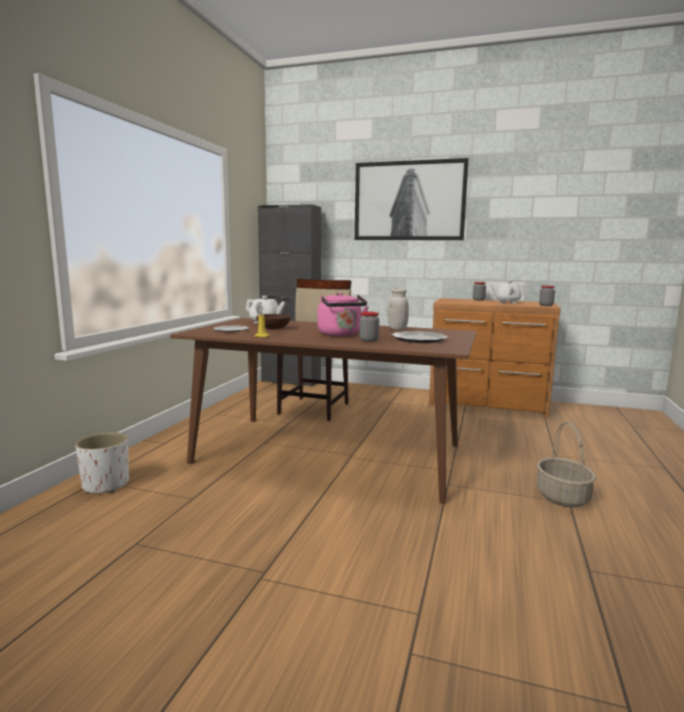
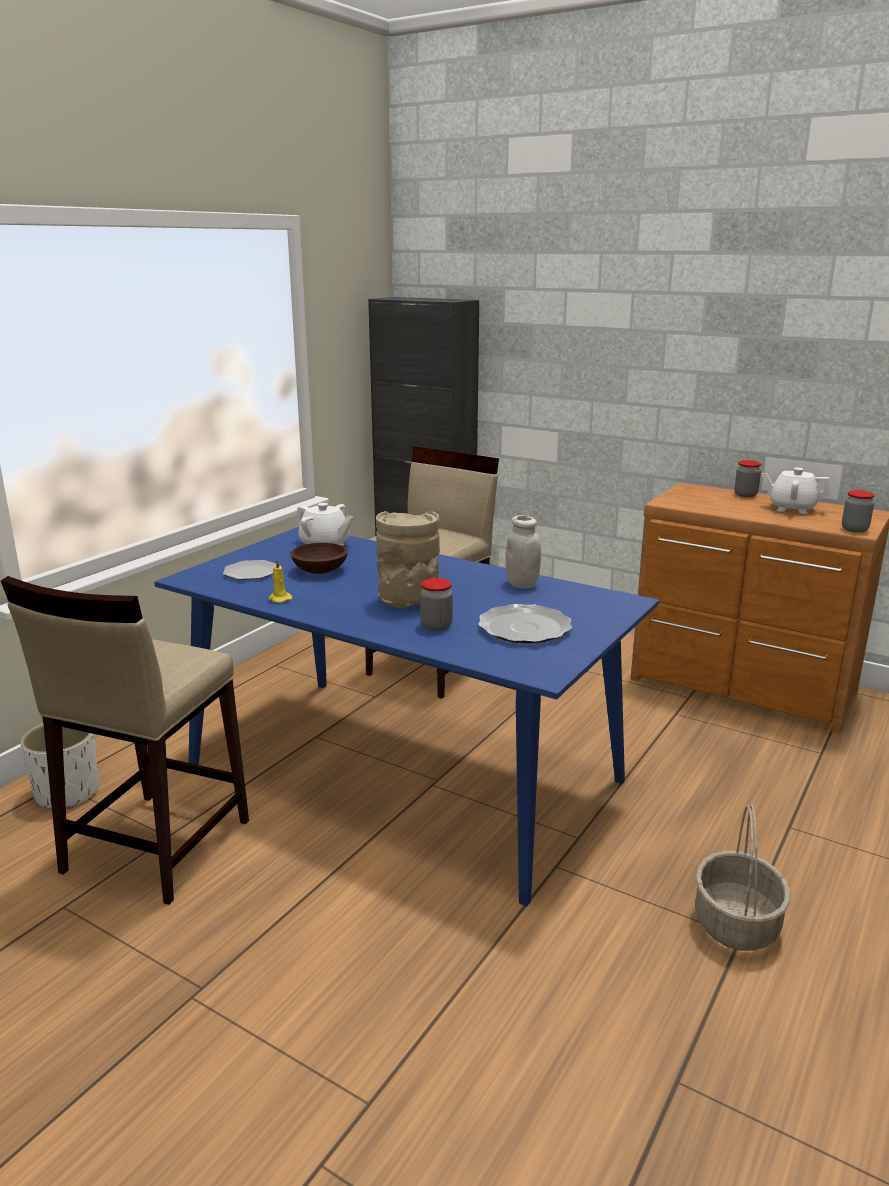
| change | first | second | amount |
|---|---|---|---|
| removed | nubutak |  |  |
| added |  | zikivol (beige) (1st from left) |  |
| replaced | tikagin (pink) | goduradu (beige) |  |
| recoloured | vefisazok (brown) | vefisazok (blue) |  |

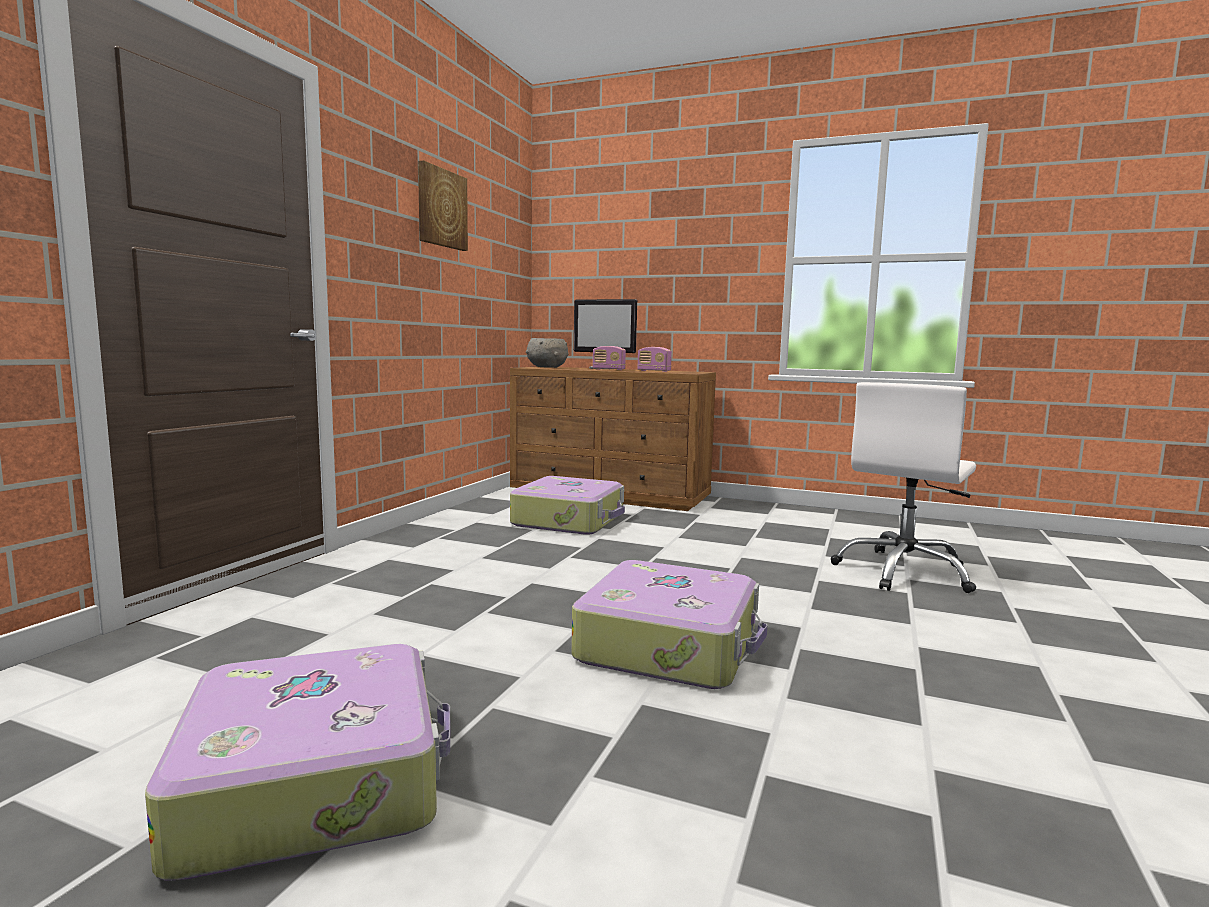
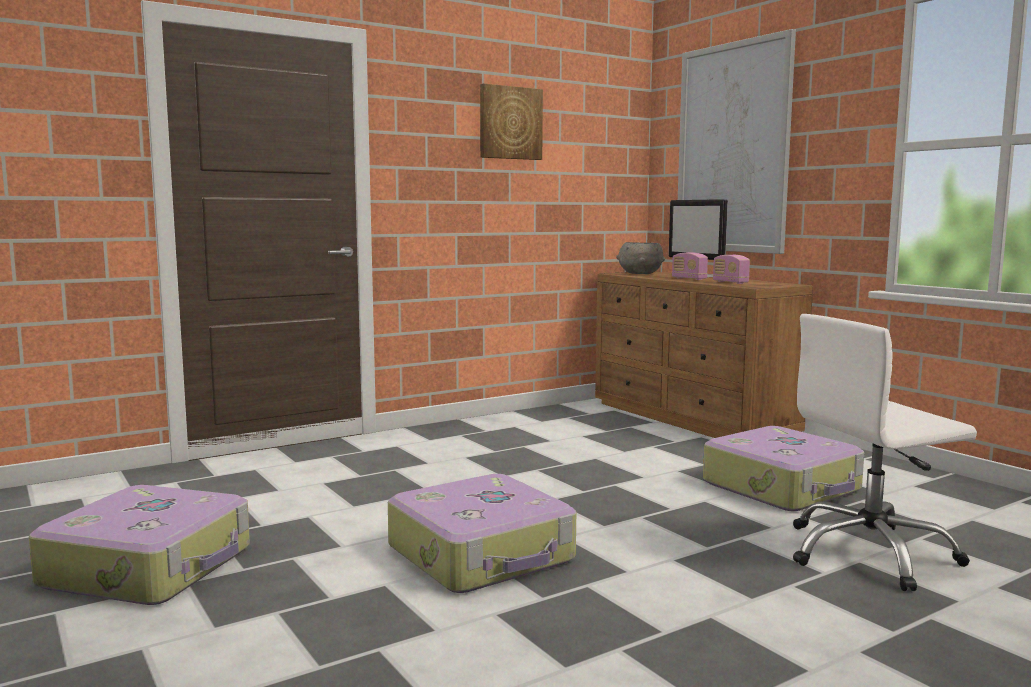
| change | first | second | amount |
|---|---|---|---|
| added |  | nubutak (2nd from left) |  |
| moved | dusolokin (2nd from left in the first image) | dusolokin (3rd from left) |  |

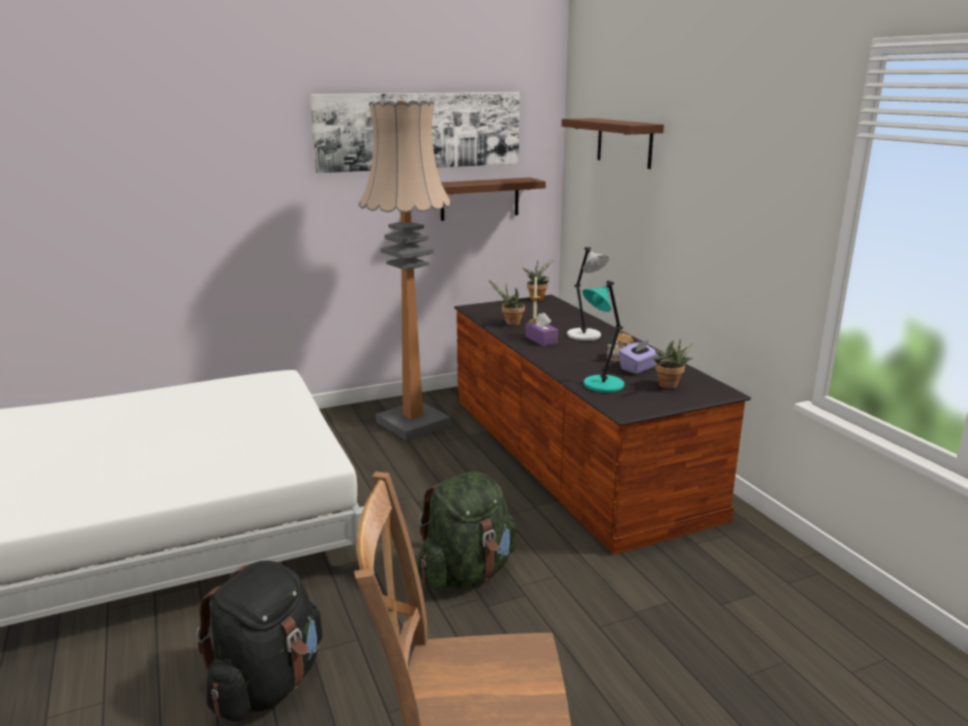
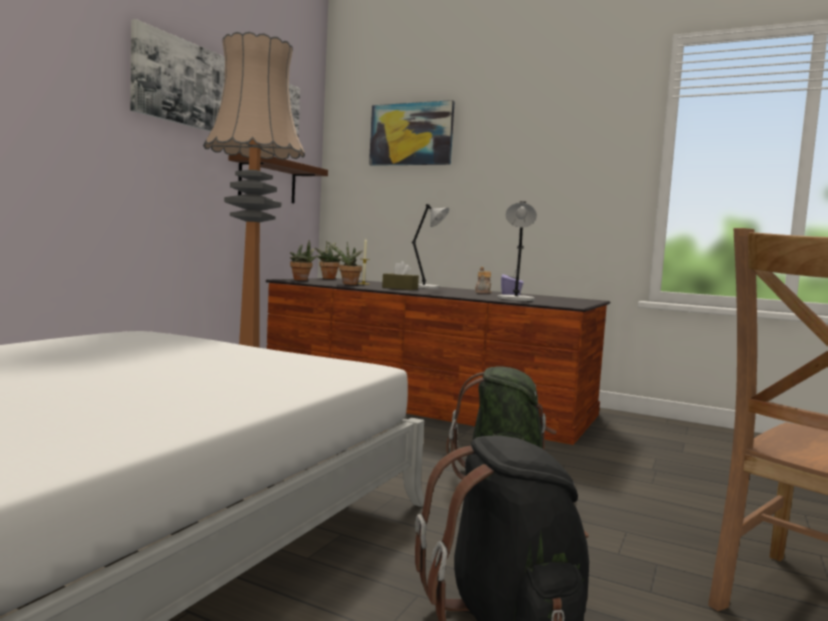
| change | first | second | amount |
|---|---|---|---|
| moved | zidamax (3rd from left in the first image) | zidamax (1st from left) |  |
| replaced | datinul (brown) (2nd from left) | nubutak (2nd from left) |  |
| recoloured | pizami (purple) (1st from left) | pizami (brown) |  |
| recoloured | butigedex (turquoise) | butigedex (grey) (2nd from left) |  |

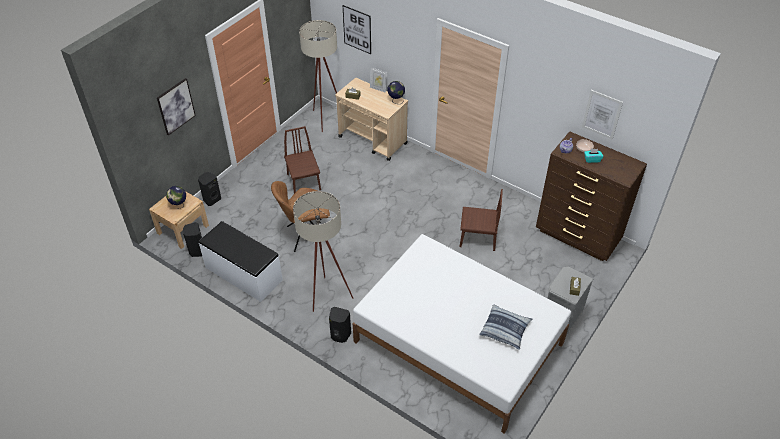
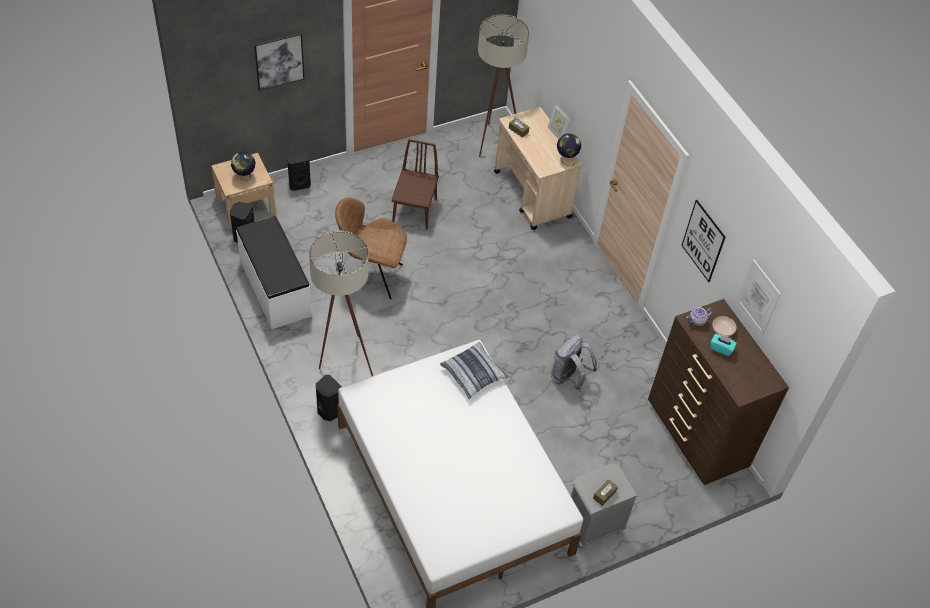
| change | first | second | amount |
|---|---|---|---|
| moved | nubutak (2nd from left) |  |  |
| moved | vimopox |  |  |
| replaced | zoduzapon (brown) (3rd from left) | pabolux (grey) |  |

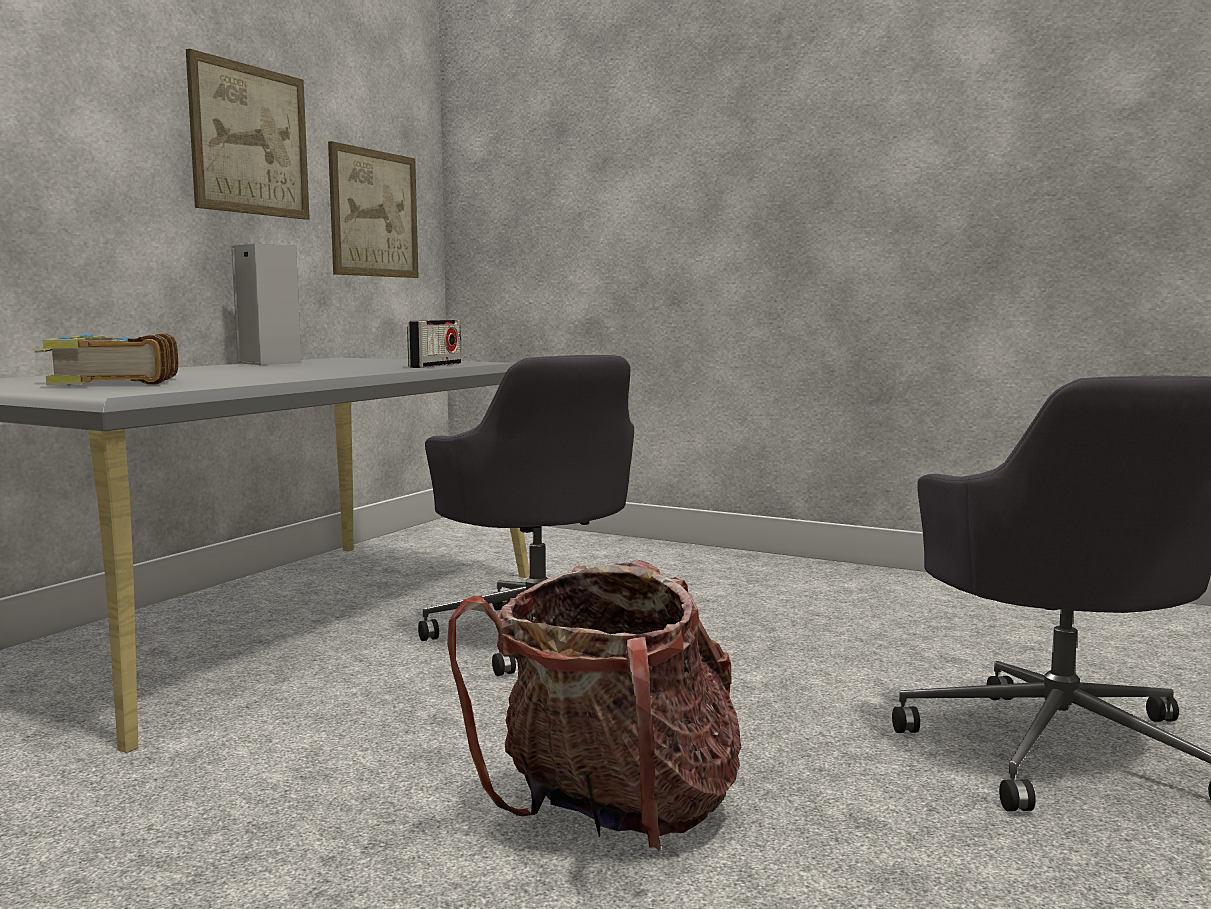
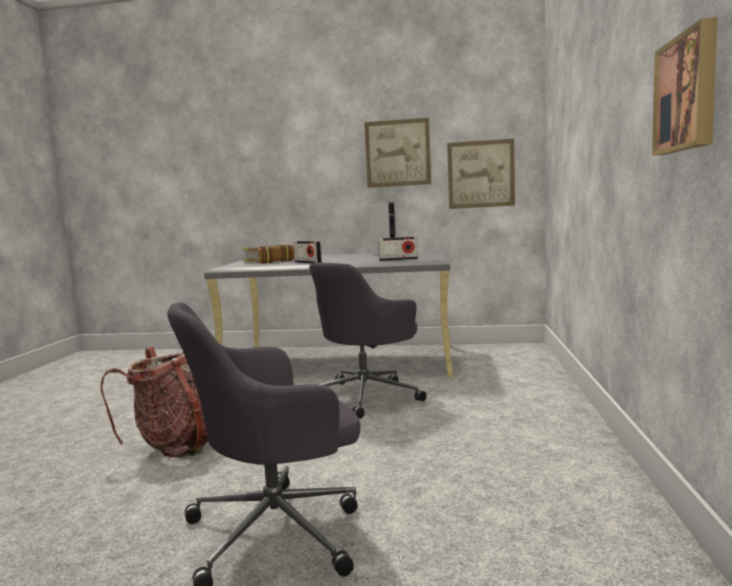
| change | first | second | amount |
|---|---|---|---|
| added |  | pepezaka (1st from left) |  |
| added |  | nubutak (3rd from left) |  |

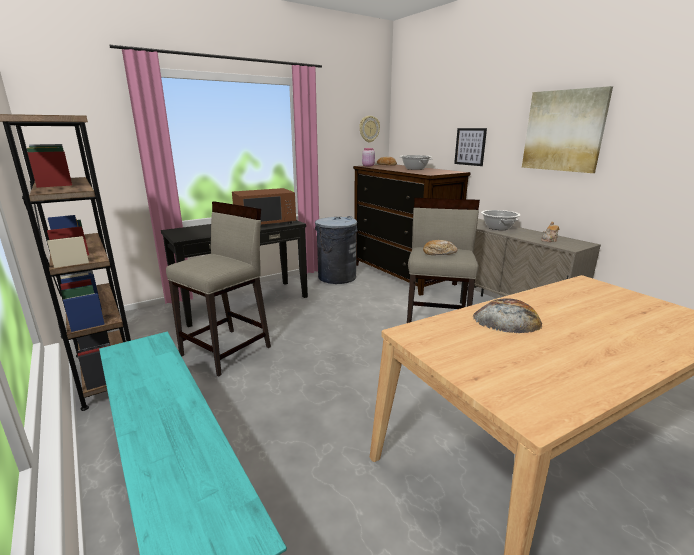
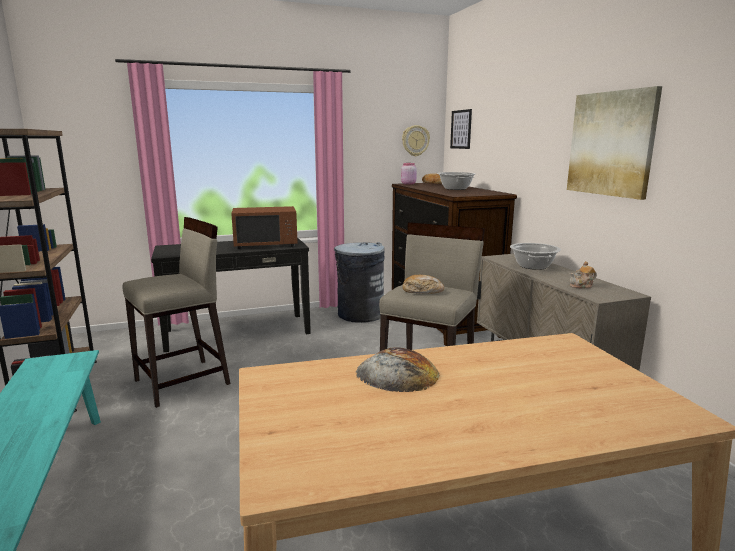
| change | first | second | amount |
|---|---|---|---|
| moved | nubutak (1st from left) |  |  |

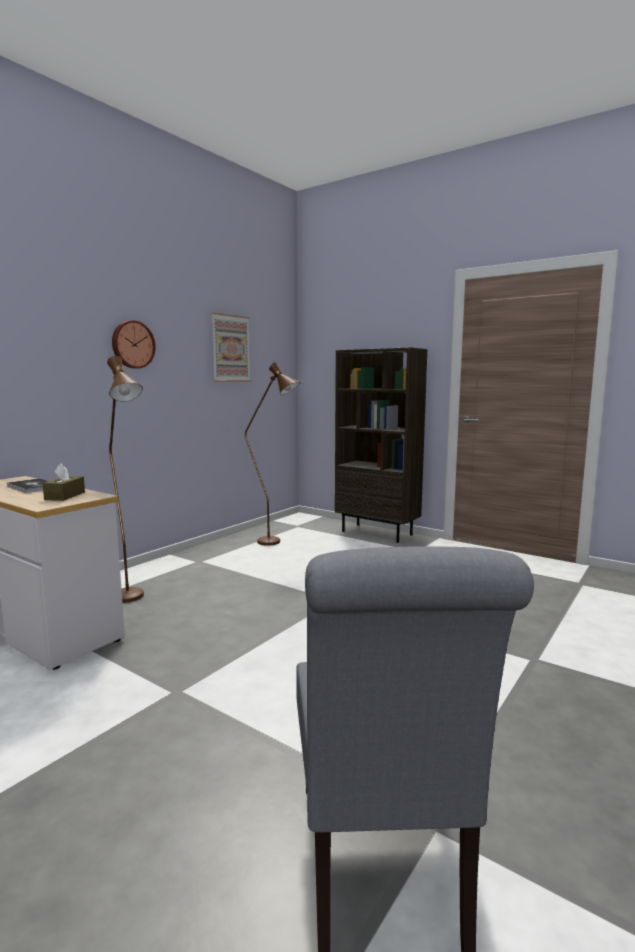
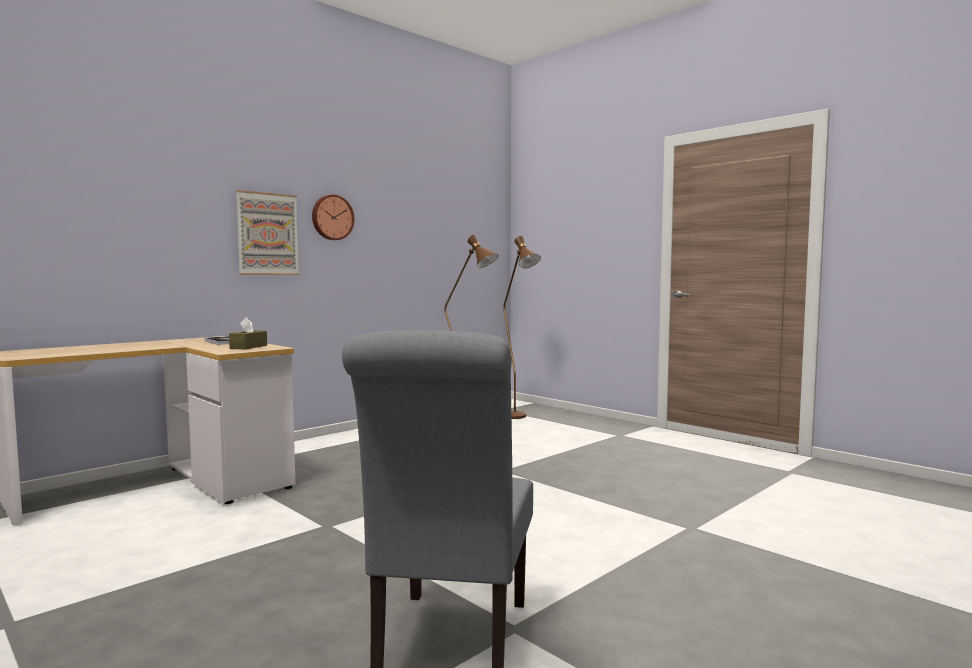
| change | first | second | amount |
|---|---|---|---|
| removed | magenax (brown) |  |  |
| moved | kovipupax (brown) (1st from left in the first image) | kovipupax (brown) (2nd from left) |  |
| moved | nubutak |  |  |

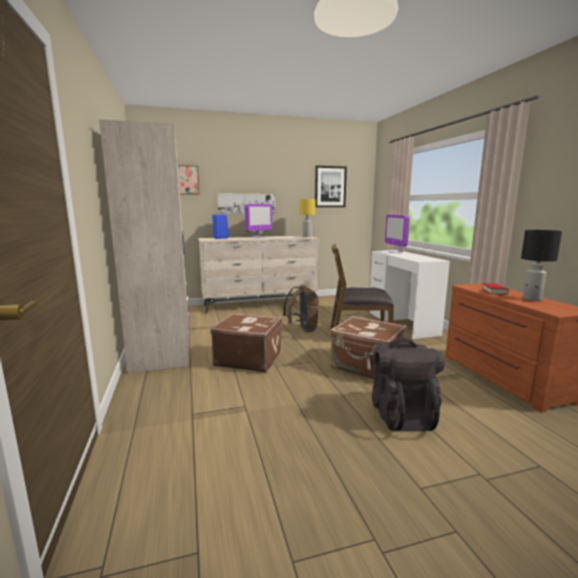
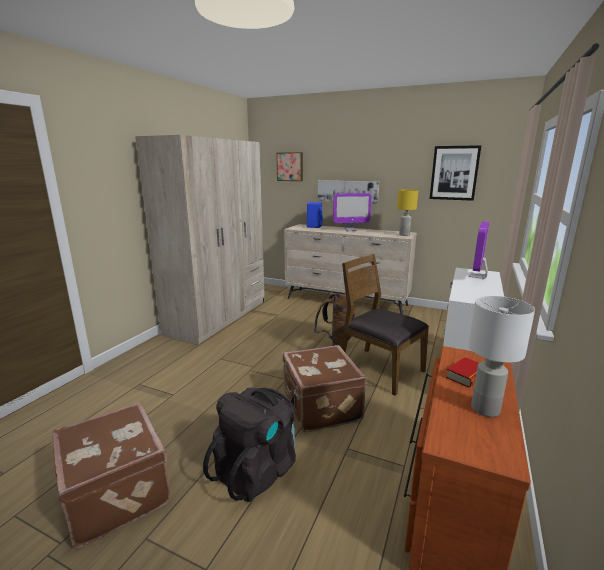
| change | first | second | amount |
|---|---|---|---|
| moved | dusolokin (brown) (1st from left) |  |  |
| recoloured | butigedex (black) | butigedex (white) |  |

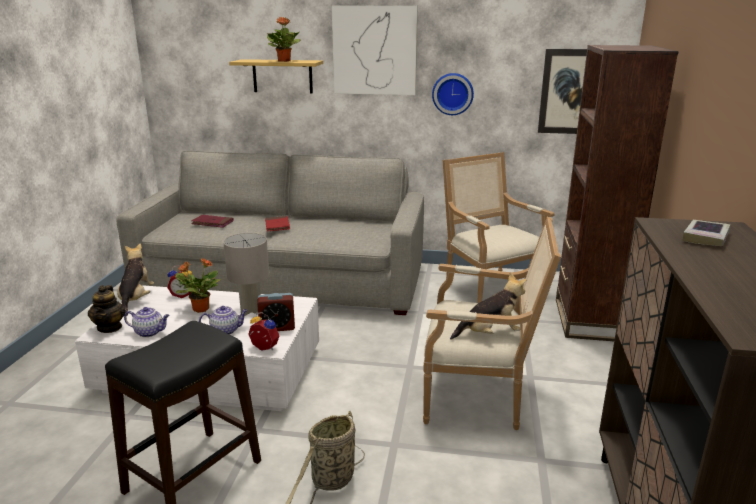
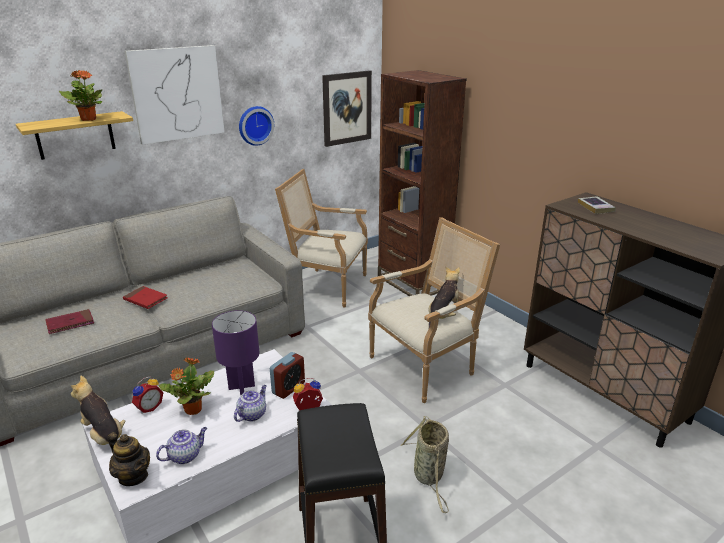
| change | first | second | amount |
|---|---|---|---|
| recoloured | butigedex (grey) | butigedex (purple) |  |

